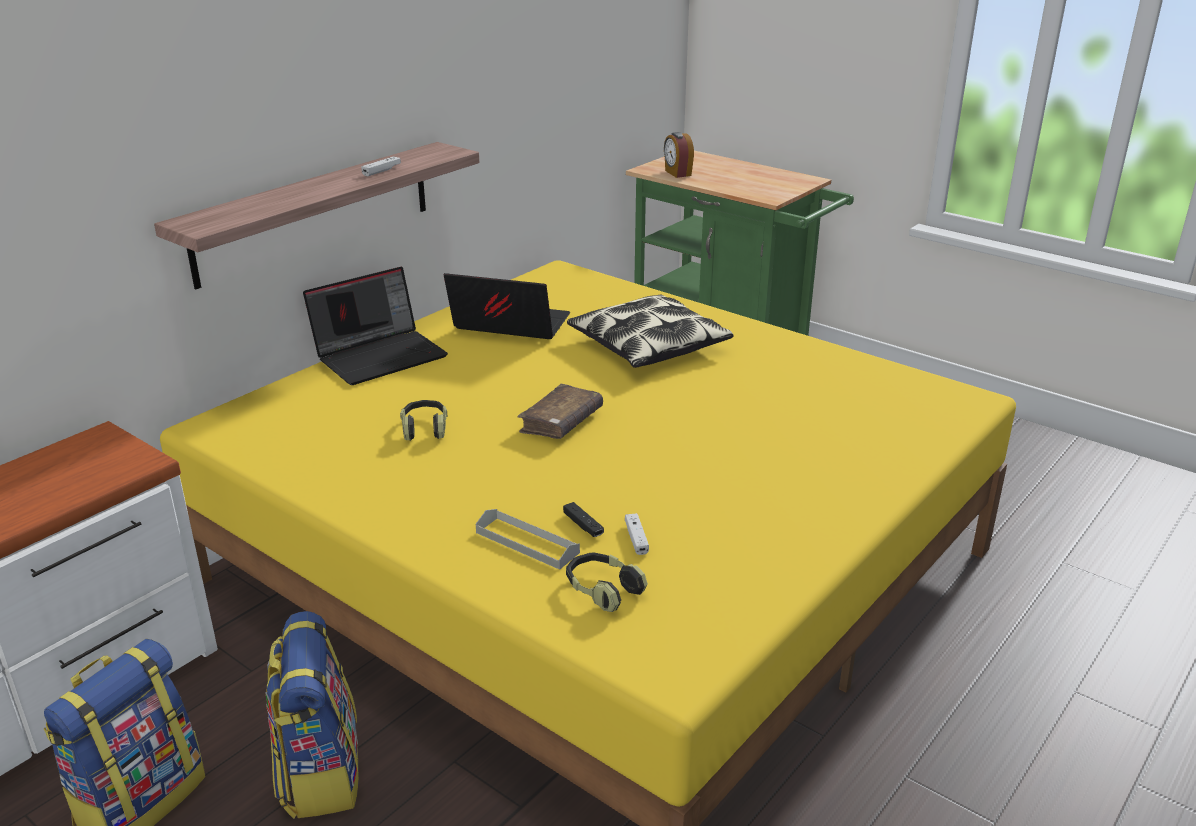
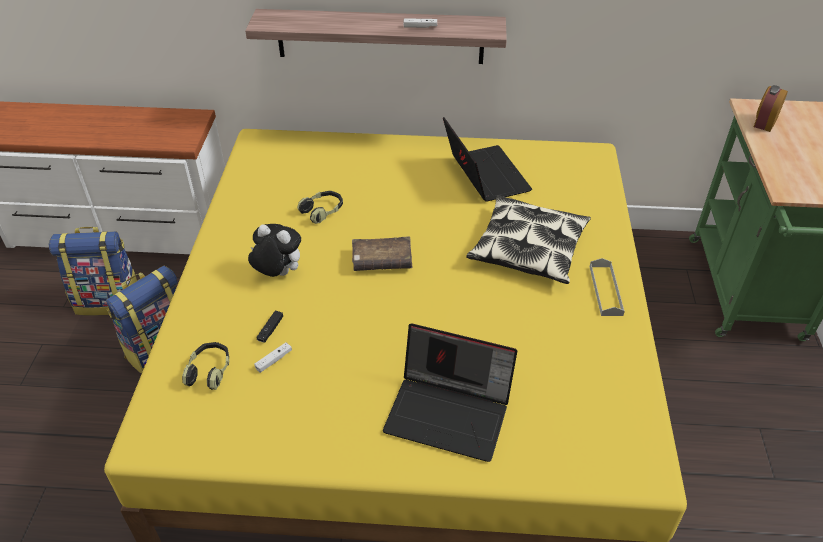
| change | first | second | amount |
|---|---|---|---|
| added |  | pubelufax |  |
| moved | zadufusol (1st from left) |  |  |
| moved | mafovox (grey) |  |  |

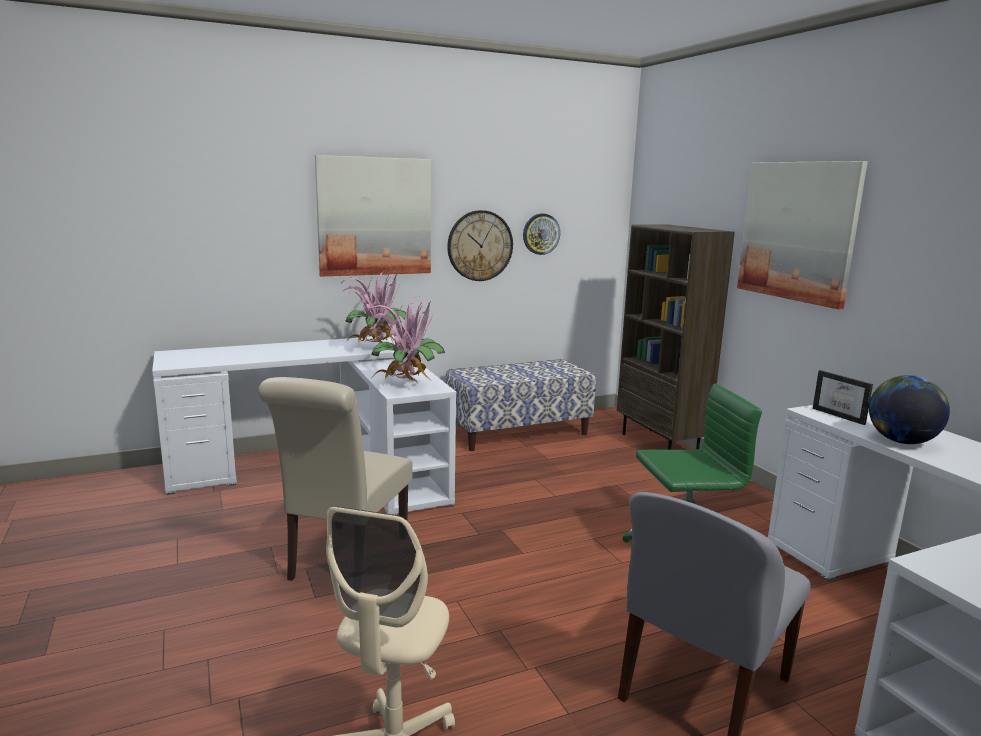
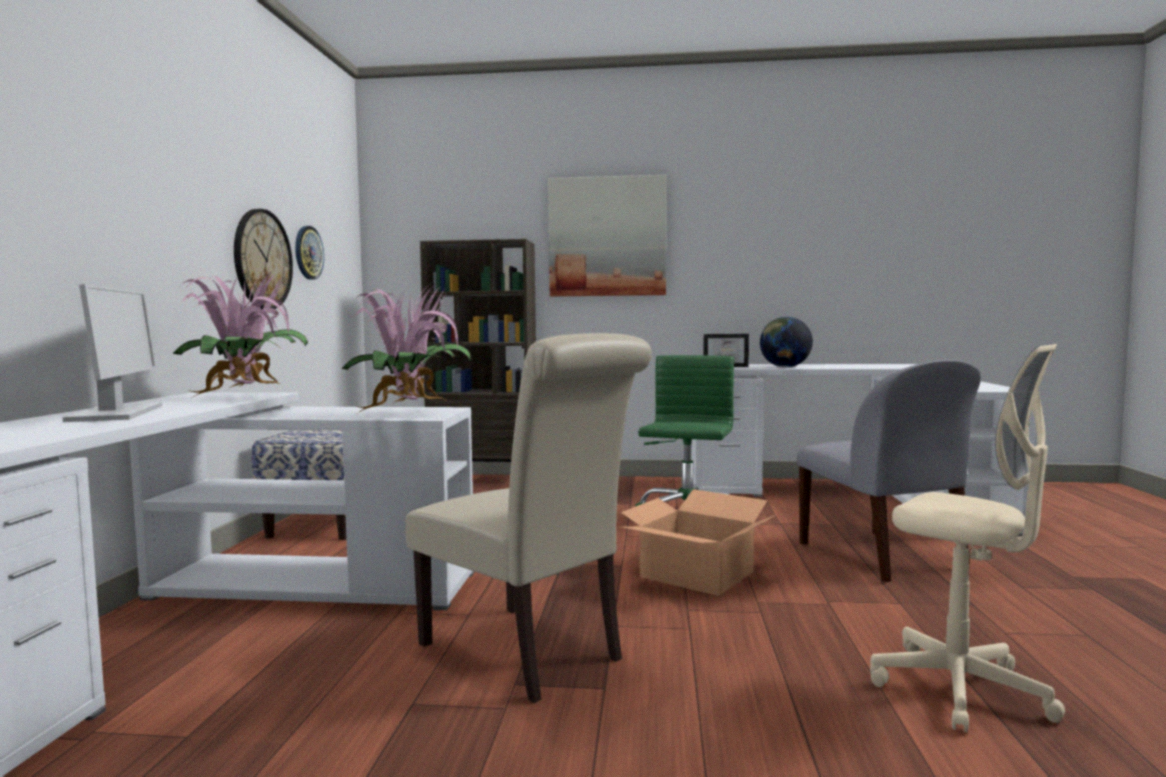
| change | first | second | amount |
|---|---|---|---|
| removed | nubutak (1st from left) |  |  |
| added |  | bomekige |  |
| added |  | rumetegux |  |

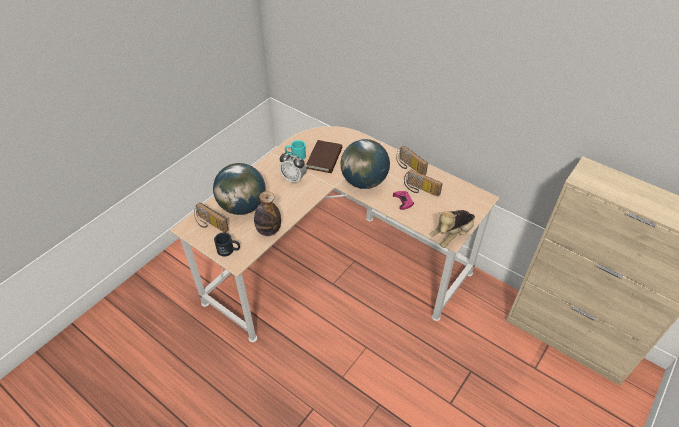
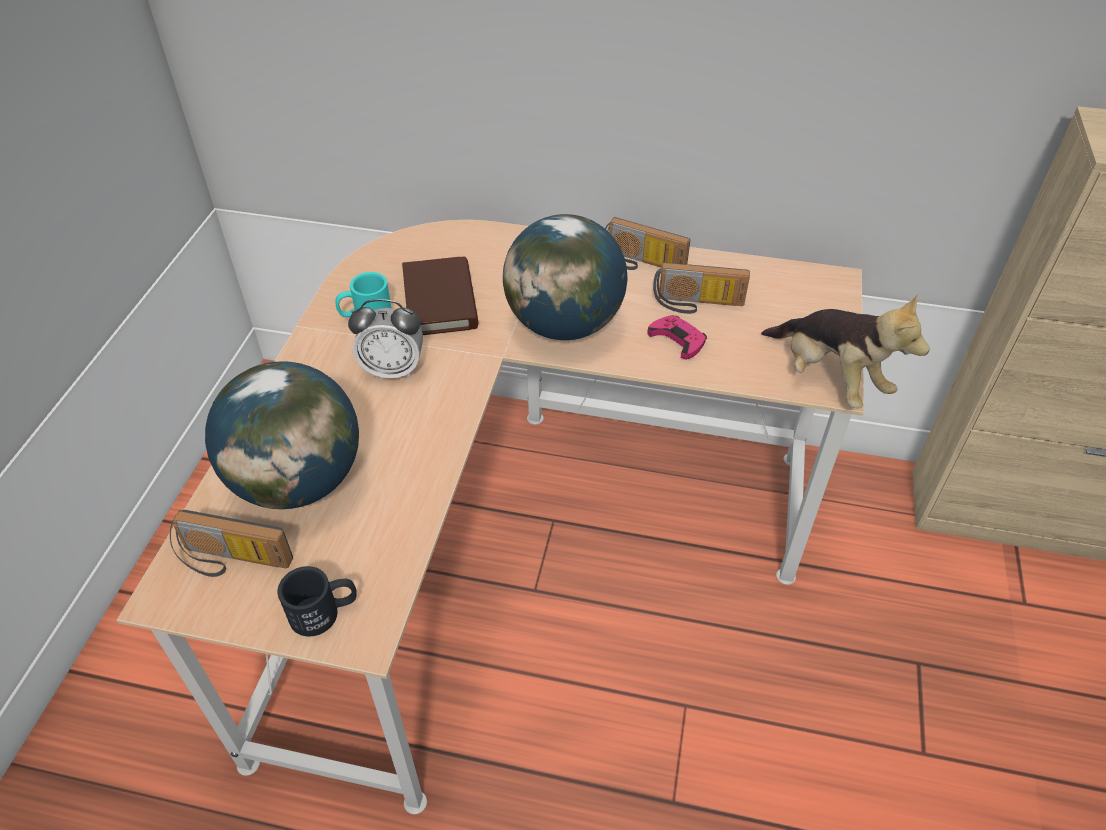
| change | first | second | amount |
|---|---|---|---|
| removed | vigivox |  |  |
| turned | pubelufax |  | 60 degrees counterclockwise |

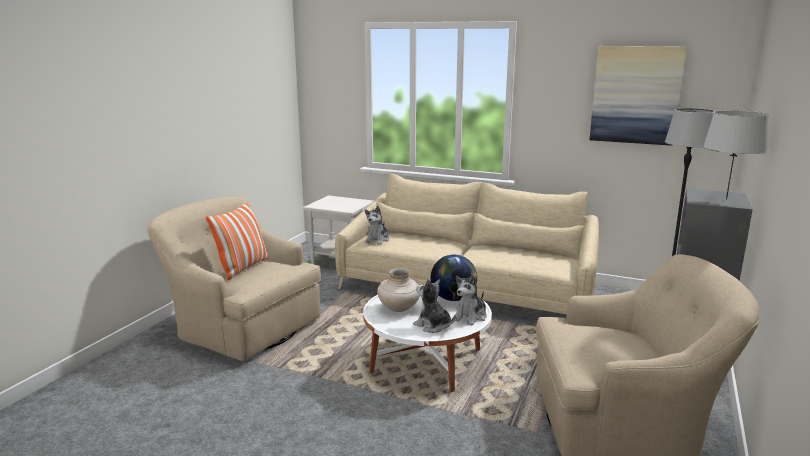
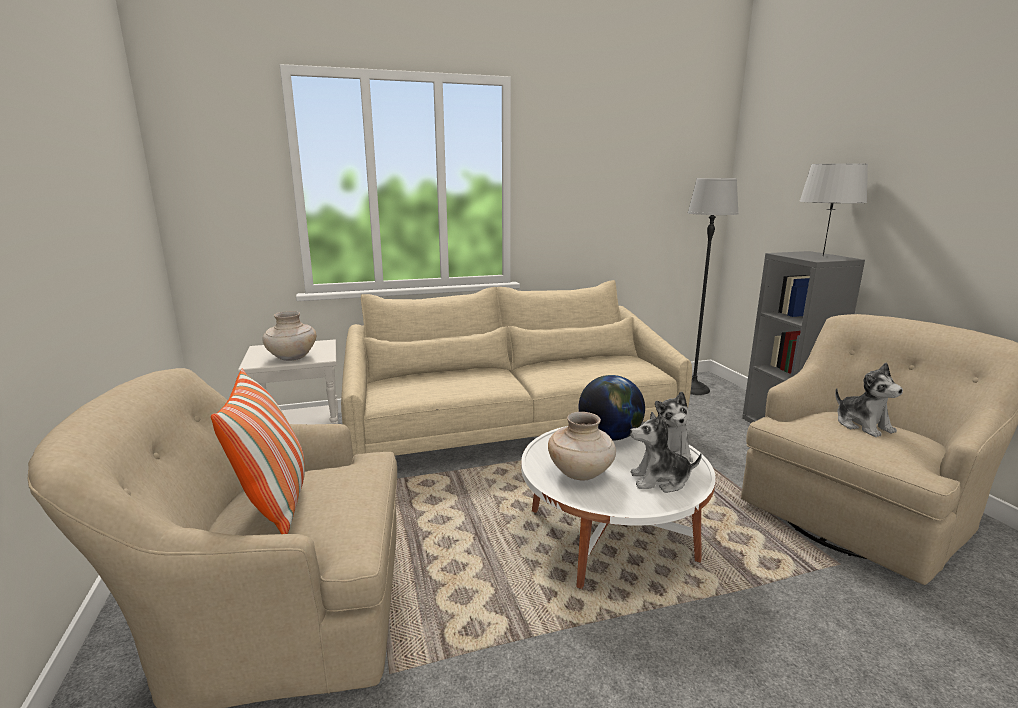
| change | first | second | amount |
|---|---|---|---|
| removed | nubutak |  |  |
| added |  | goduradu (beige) (1st from left) |  |
| moved | pubelufax (1st from left in the first image) | pubelufax (3rd from left) |  |

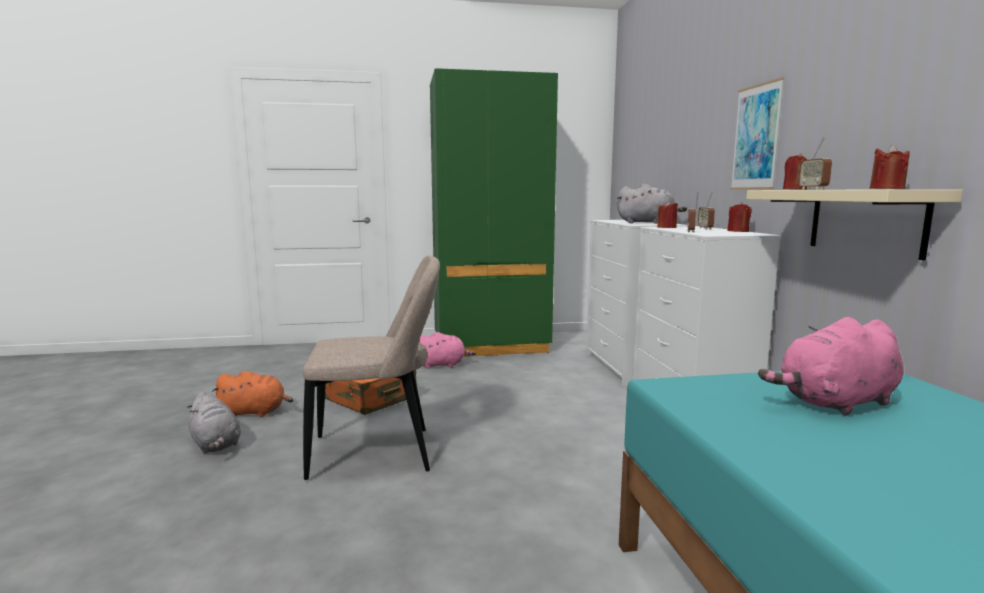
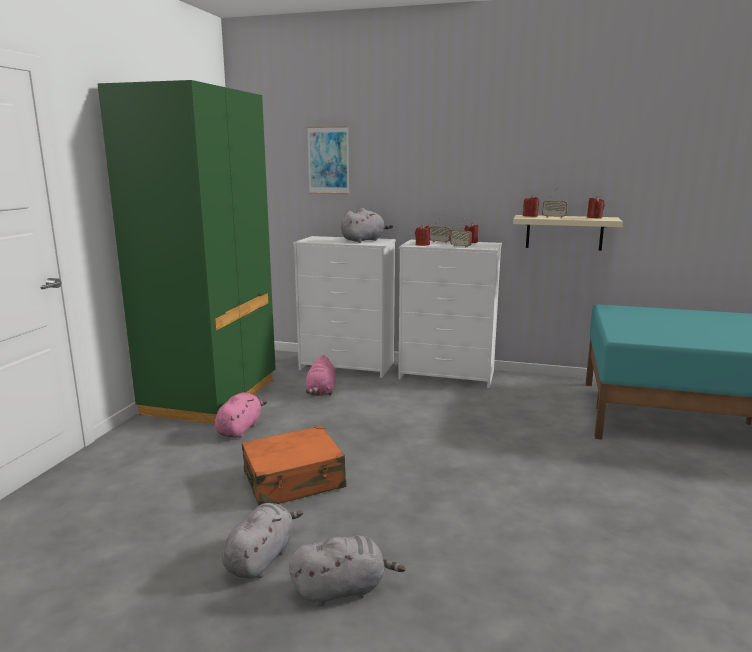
| change | first | second | amount |
|---|---|---|---|
| removed | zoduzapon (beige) |  |  |
| moved | nubutak |  |  |
| moved | pubelufax (pink) (2nd from left) |  |  |
| recoloured | pubelufax (orange) | pubelufax (grey) (1st from left) |  |

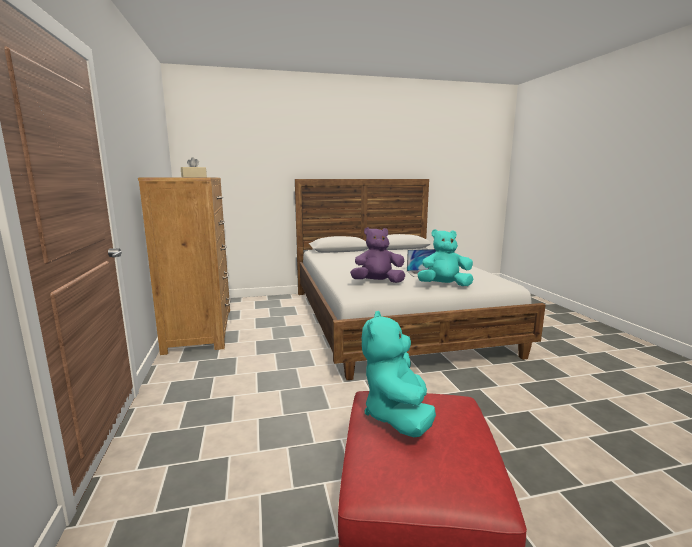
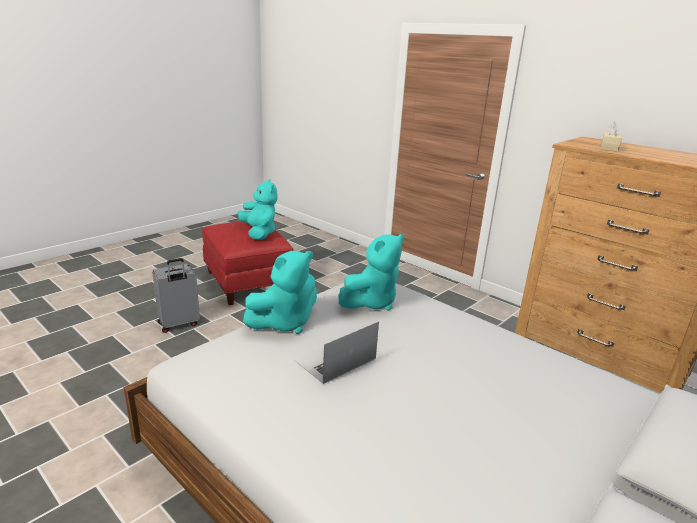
| change | first | second | amount |
|---|---|---|---|
| added |  | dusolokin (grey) |  |
| recoloured | pubelufax (purple) | pubelufax (turquoise) (3rd from left) |  |

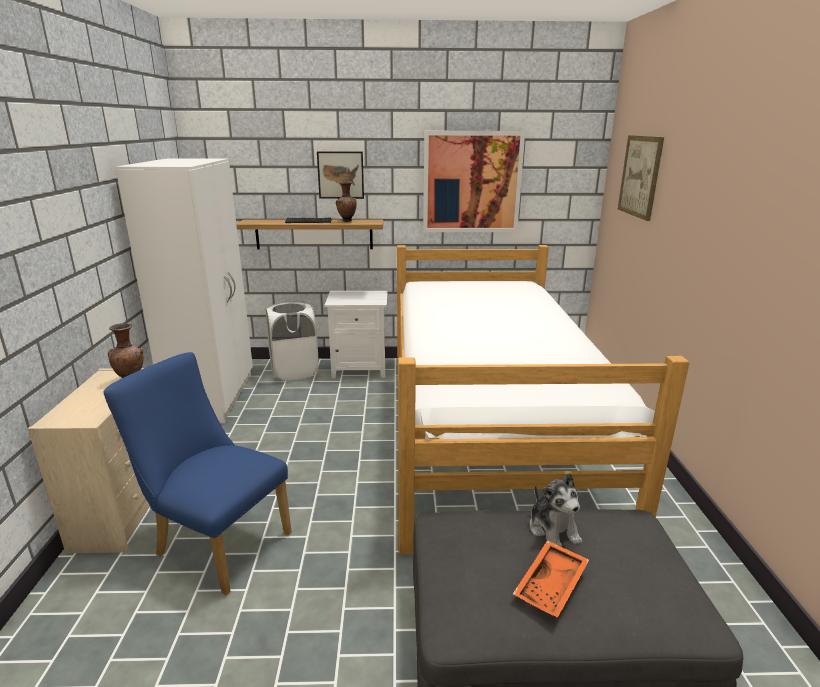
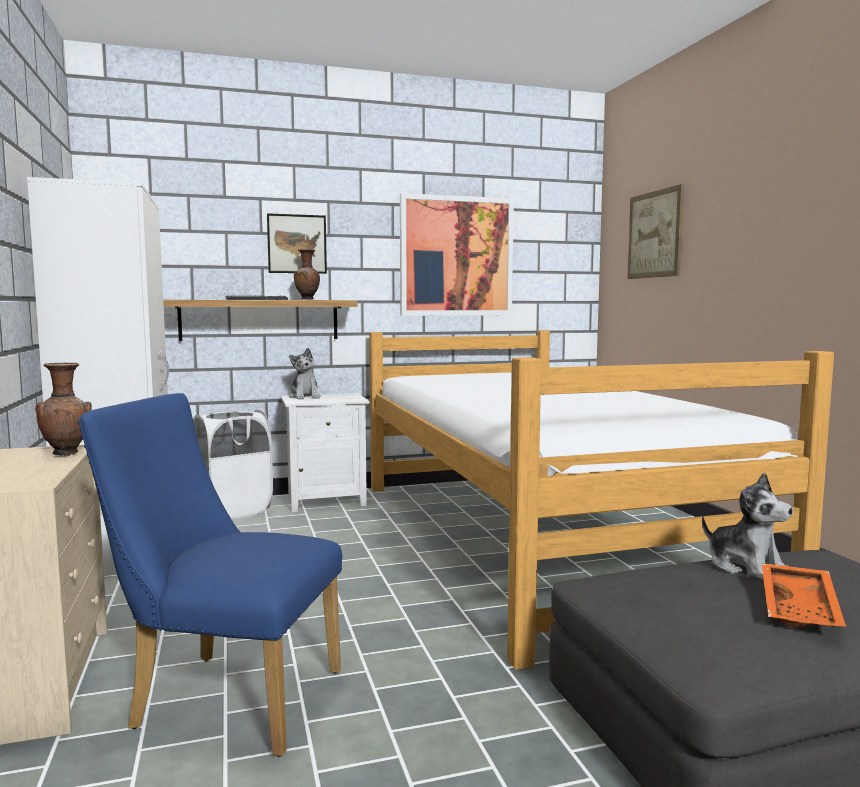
| change | first | second | amount |
|---|---|---|---|
| added |  | pubelufax (1st from left) |  |

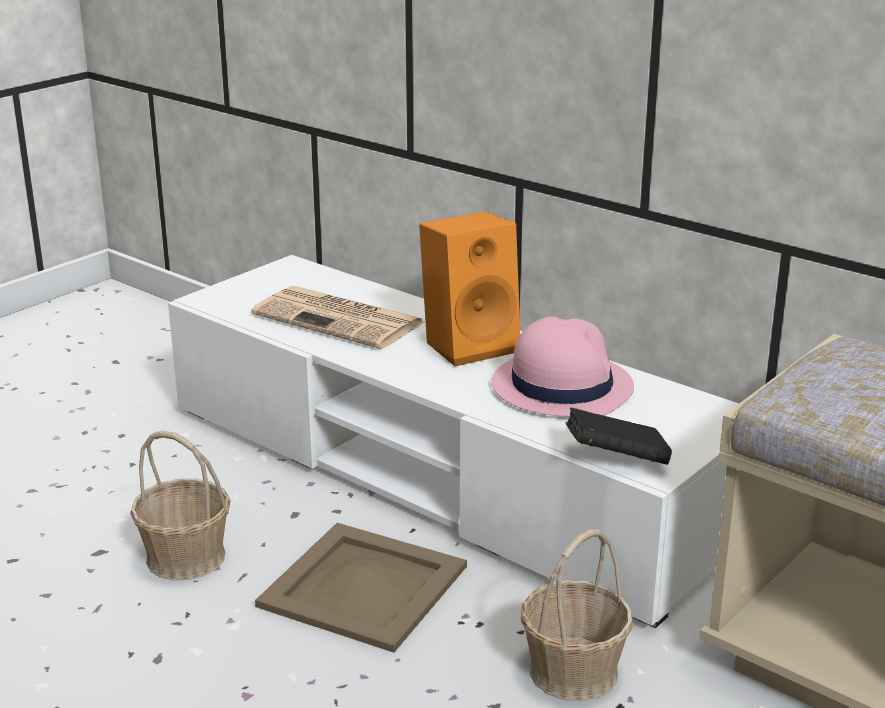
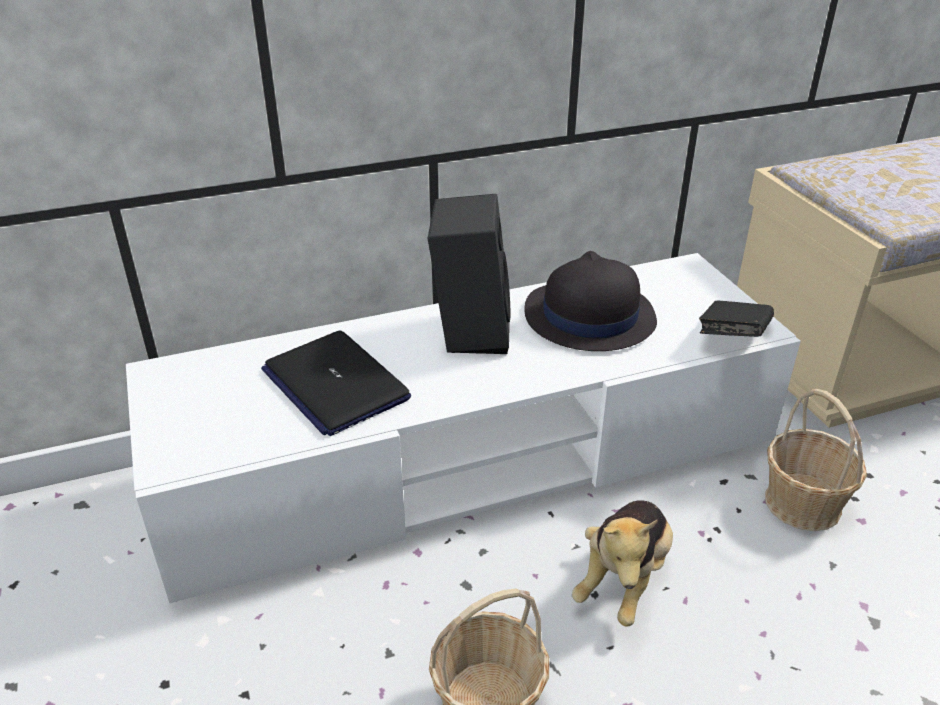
| change | first | second | amount |
|---|---|---|---|
| replaced | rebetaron | zadufusol |  |
| replaced | mafovox (beige) | pubelufax |  |
| recoloured | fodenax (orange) | fodenax (black) |  |
| recoloured | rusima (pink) | rusima (black) |  |

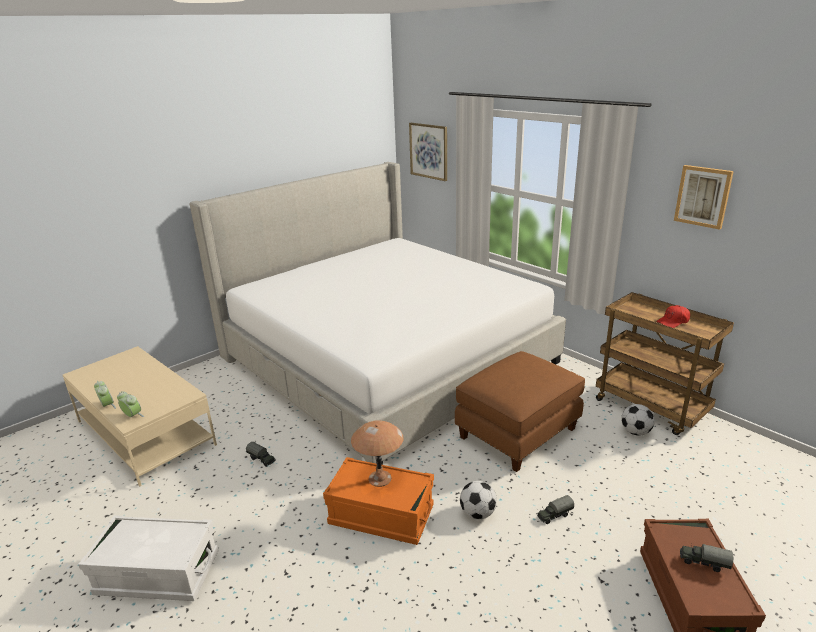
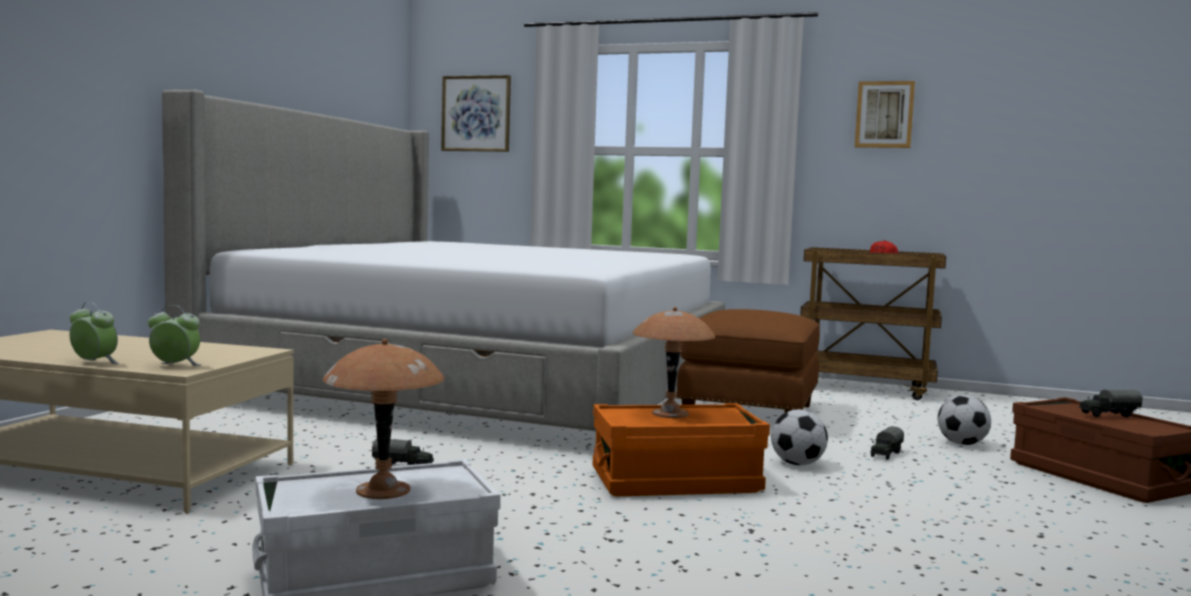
| change | first | second | amount |
|---|---|---|---|
| added |  | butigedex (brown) (1st from left) |  |
| moved | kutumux (2nd from left) |  |  |

